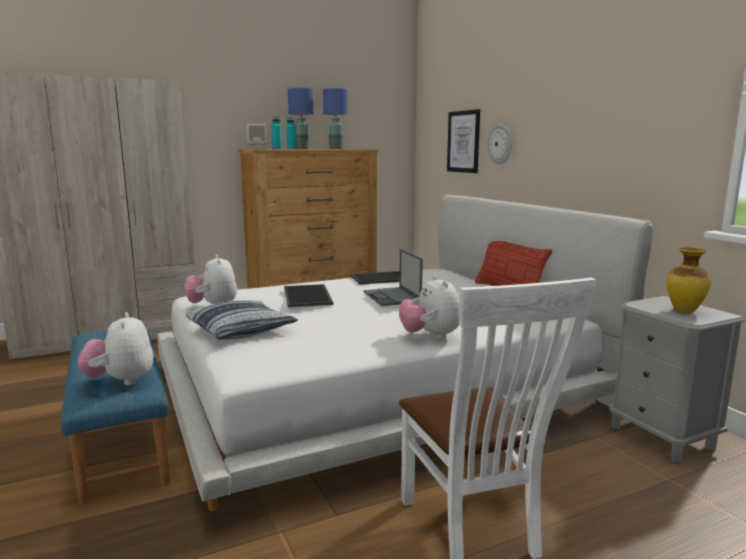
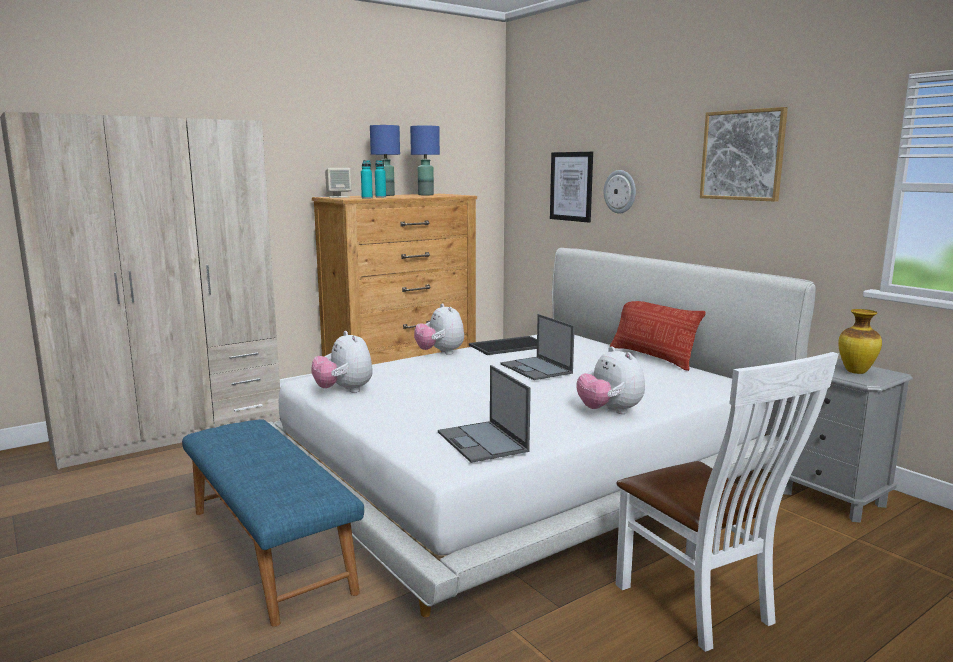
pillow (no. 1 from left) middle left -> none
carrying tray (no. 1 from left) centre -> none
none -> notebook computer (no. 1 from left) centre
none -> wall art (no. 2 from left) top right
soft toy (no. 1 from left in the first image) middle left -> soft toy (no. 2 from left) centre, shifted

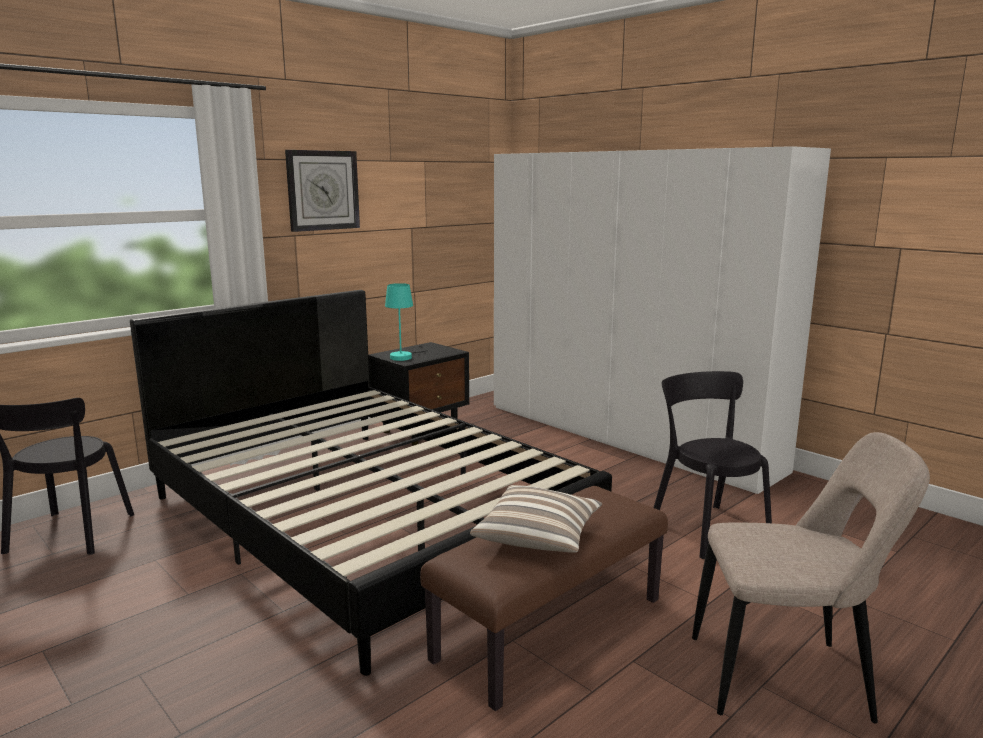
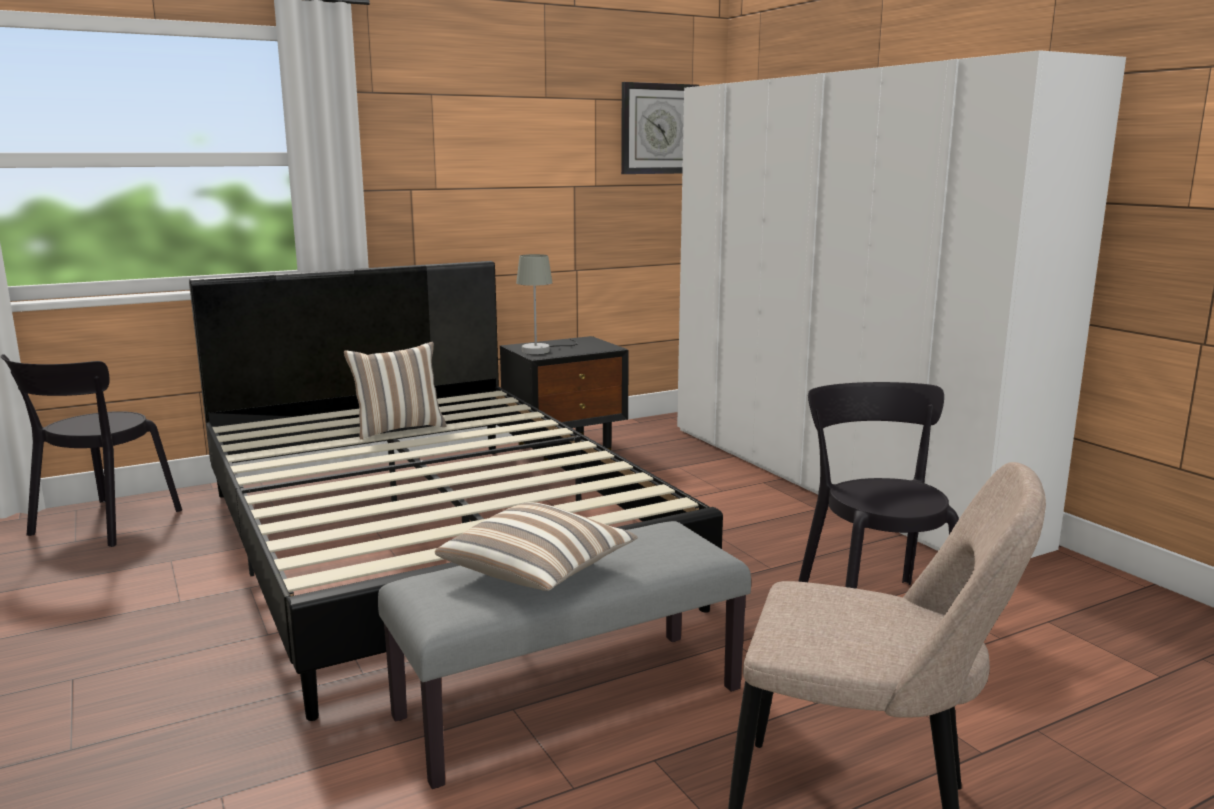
none -> pillow (no. 1 from left) middle left
hanging clock top left -> hanging clock top centre, shifted
turquoise-coloured lamp for a table centre -> grey lamp for a table centre
brownish indoor bench bottom centre -> grey indoor bench bottom centre

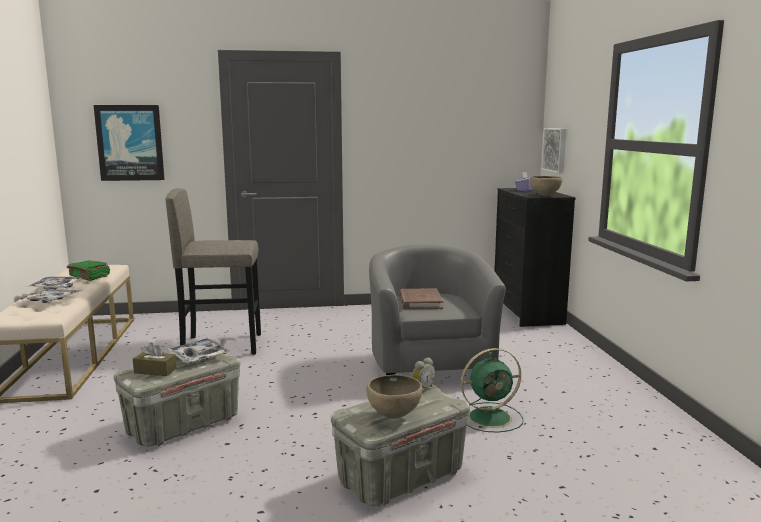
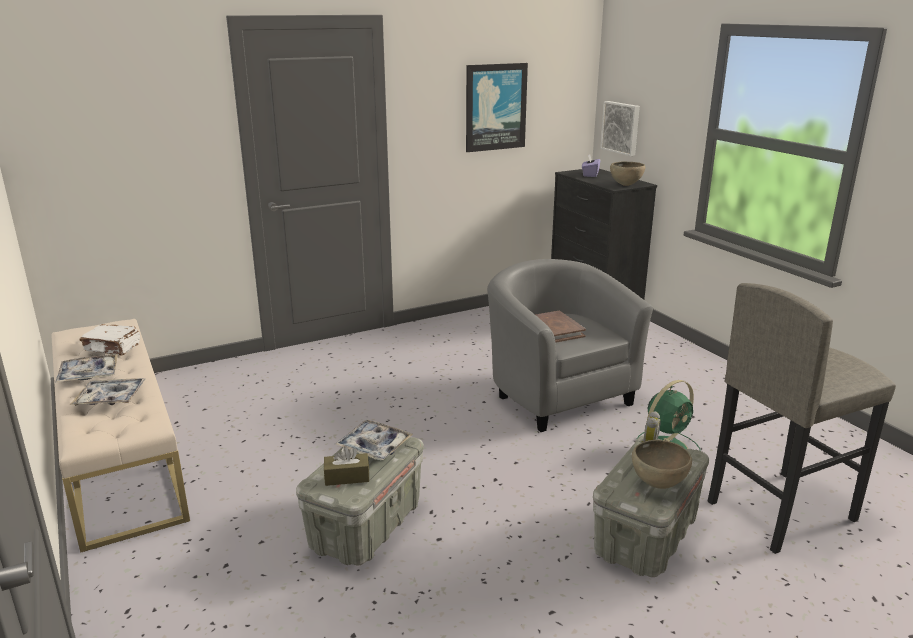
wall art (no. 1 from left) top left -> wall art (no. 1 from left) top centre, shifted
grey sitting stool middle left -> grey sitting stool middle right, shifted
green-coloured bound book middle left -> whitish bound book middle left

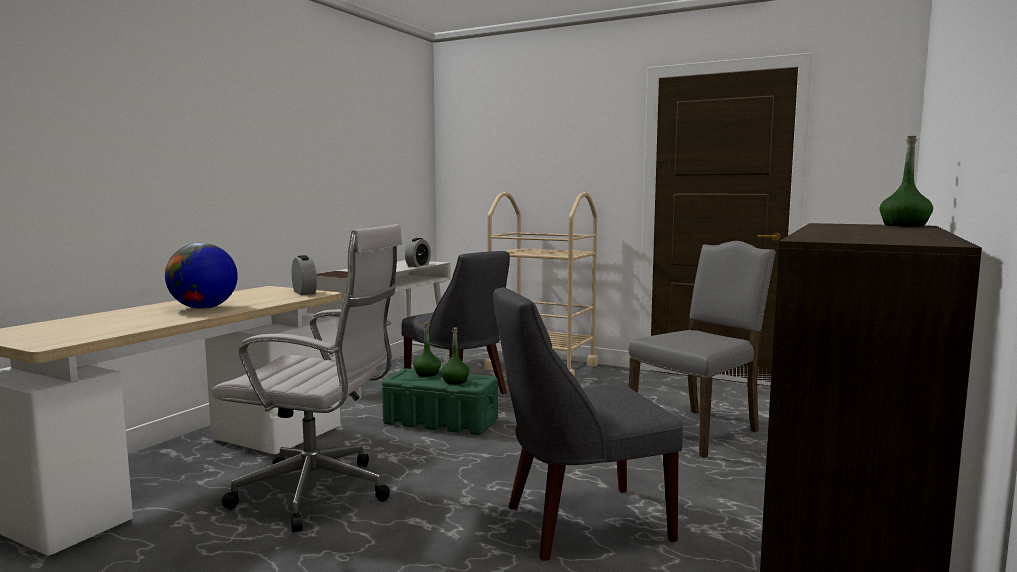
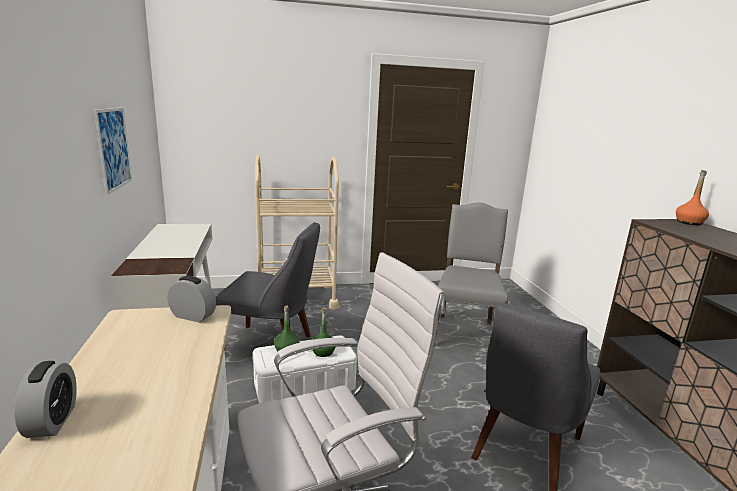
desk globe middle left -> none
none -> wall art top left
table clock (no. 2 from left in the first image) centre -> table clock (no. 1 from left) bottom left, shifted
green-coloured storage bin bottom centre -> whitish storage bin bottom centre
green-coloured bottle (no. 3 from left) top right -> orangey bottle middle right

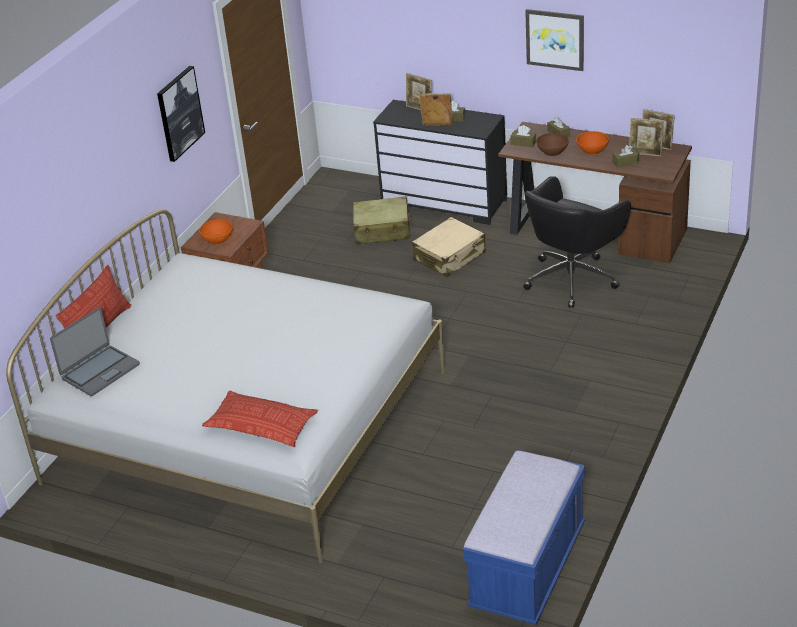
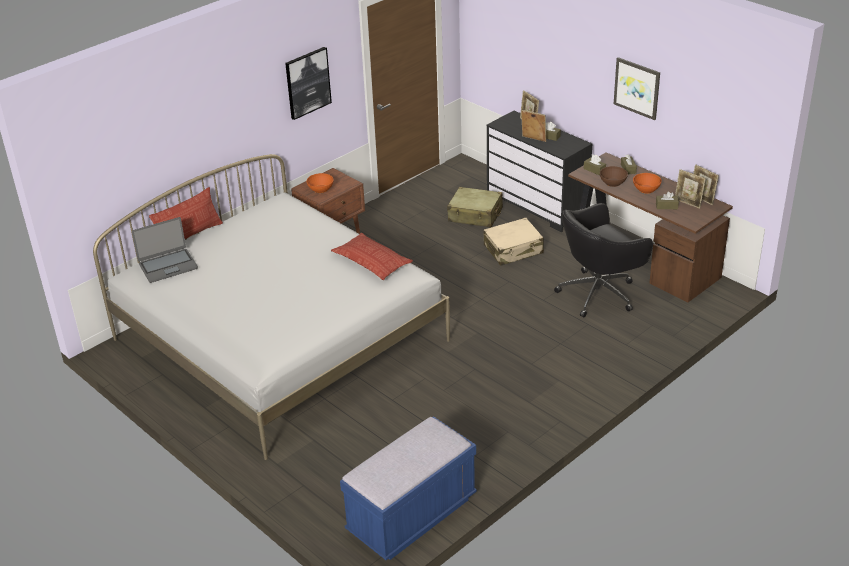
pillow (no. 2 from left) bottom left -> pillow (no. 2 from left) centre, shifted

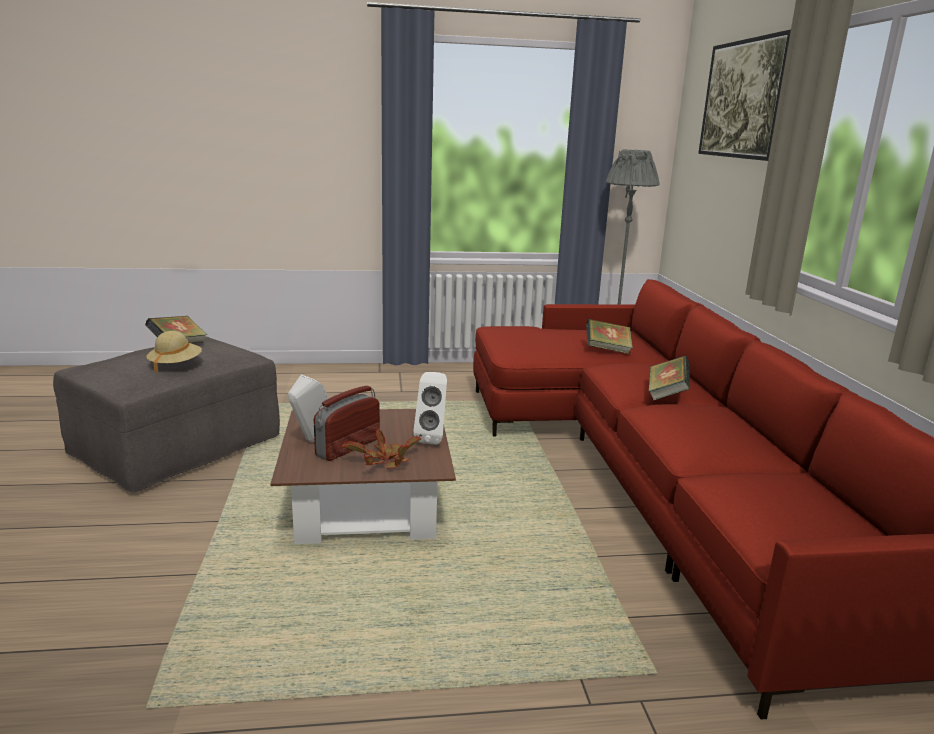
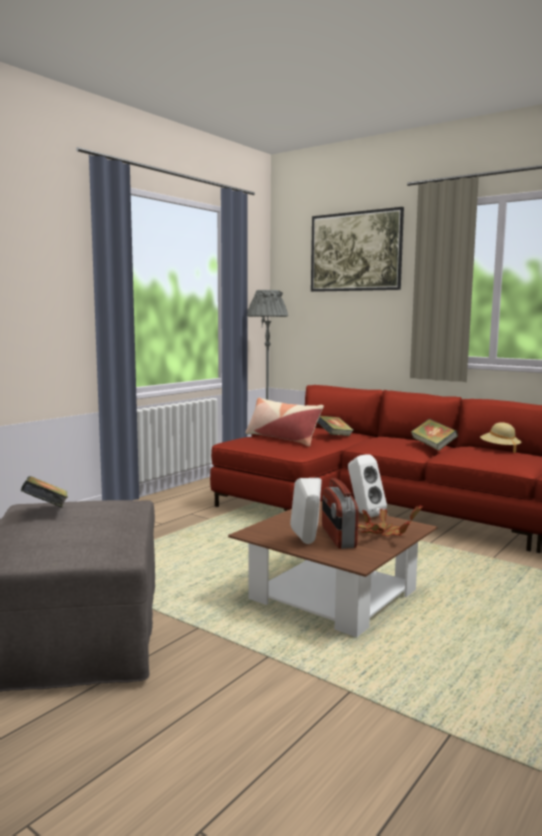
none -> pillow centre
beige-coloured wearable hat middle left -> beige-coloured wearable hat middle right, shifted

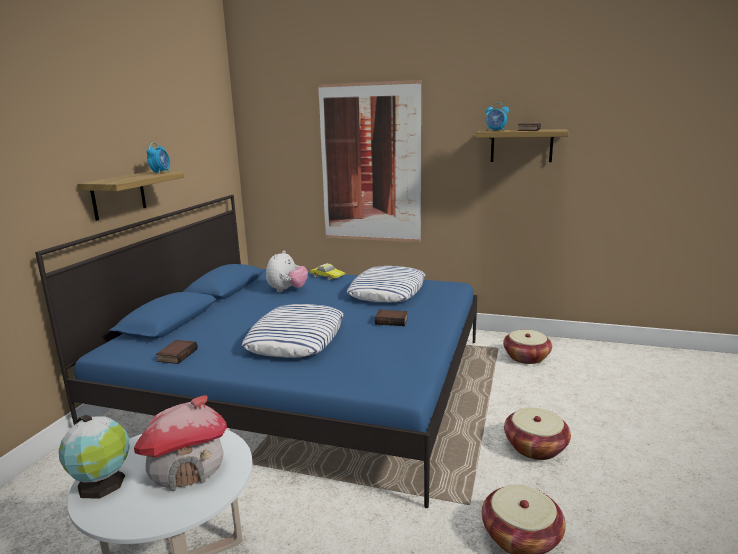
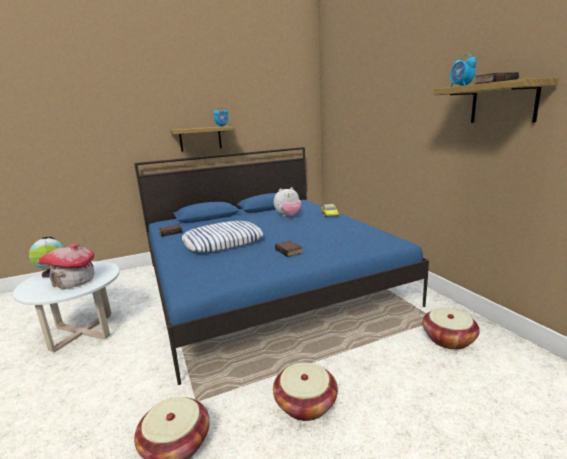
wall art top centre -> none
pillow (no. 2 from left) centre -> none

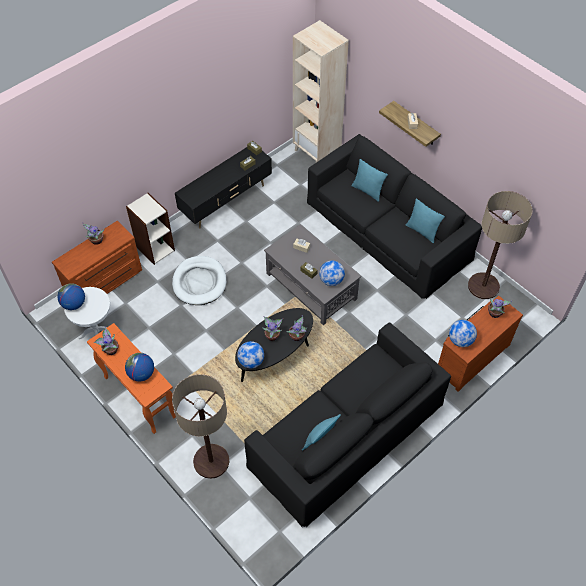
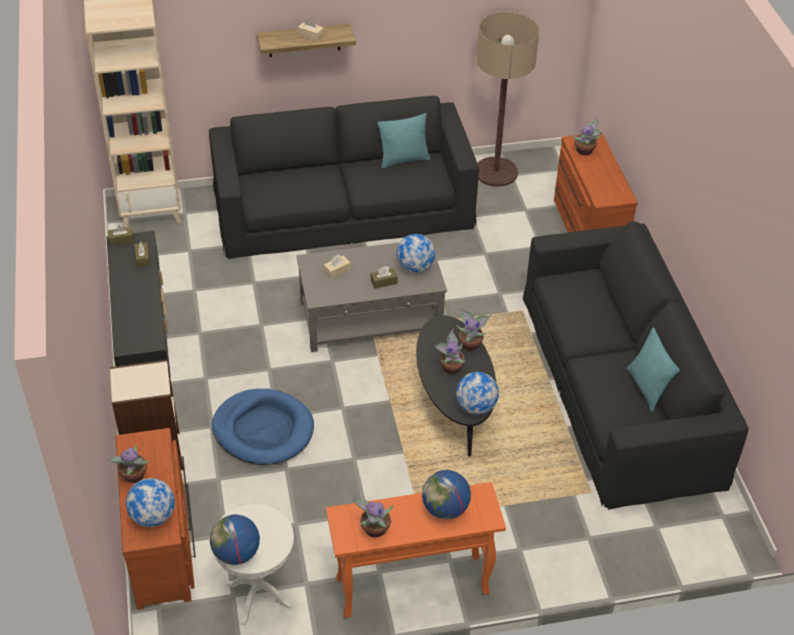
standing lamp (no. 1 from left) bottom centre -> none
turquoise-coloured pillow (no. 2 from left) top centre -> none
desk globe (no. 5 from left in the first image) middle right -> desk globe (no. 1 from left) bottom left, shifted
whitish dog bed centre -> blue-coloured dog bed bottom left

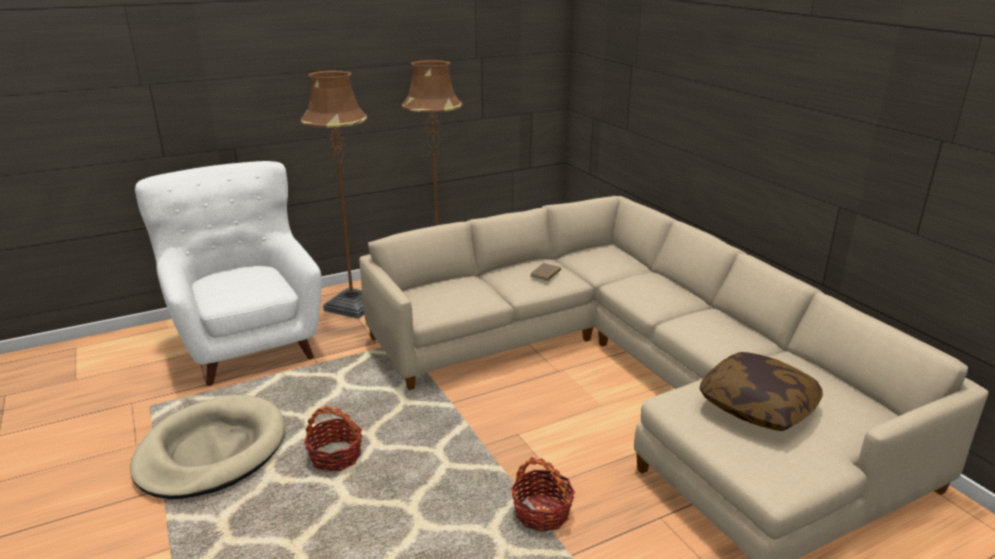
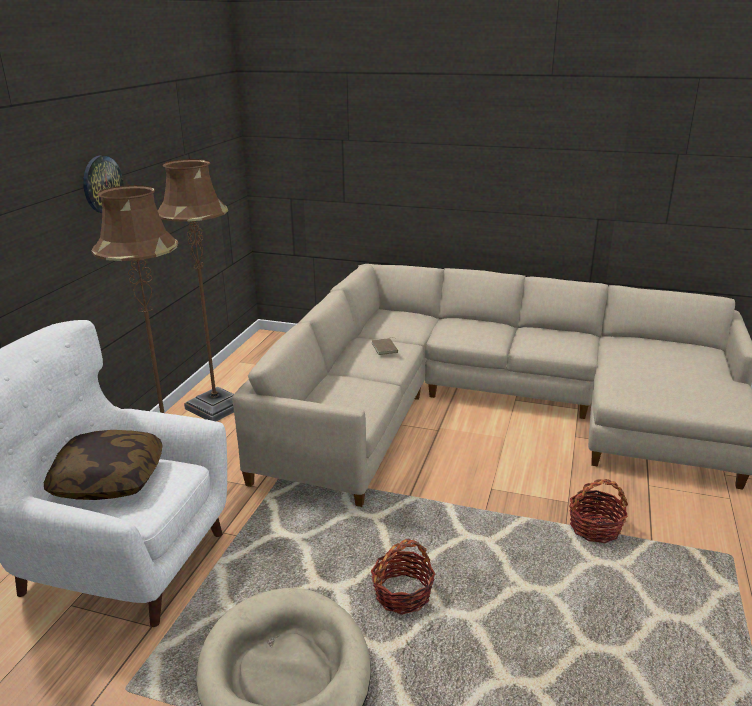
none -> hanging clock top left
pillow bottom right -> pillow middle left, shifted

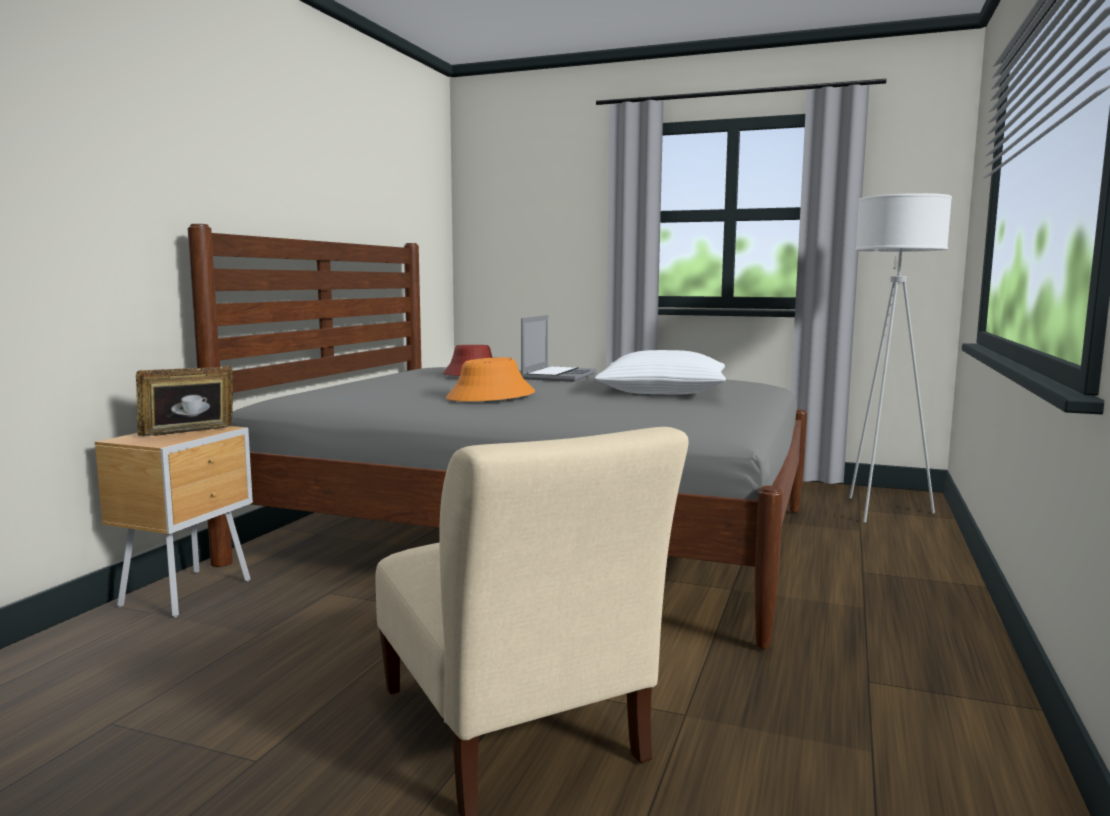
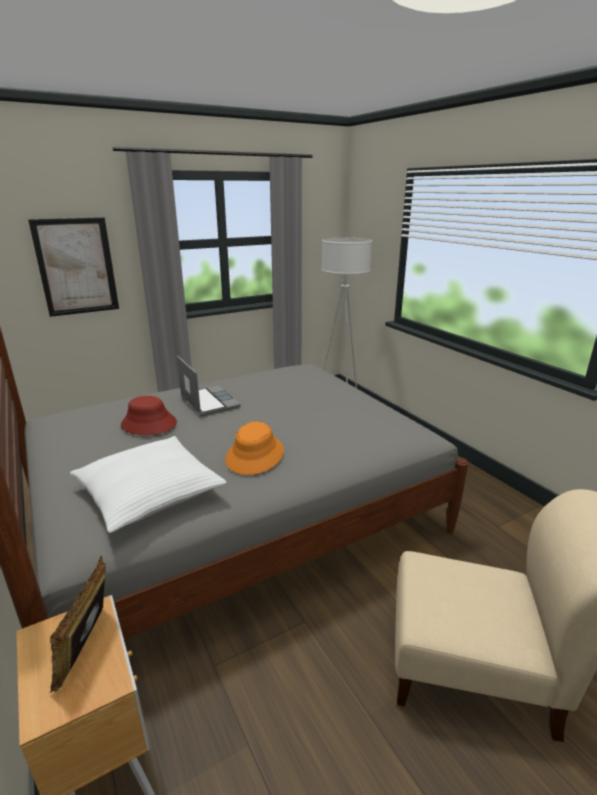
none -> wall art middle left
whitish pillow centre -> whitish pillow middle left, shifted

